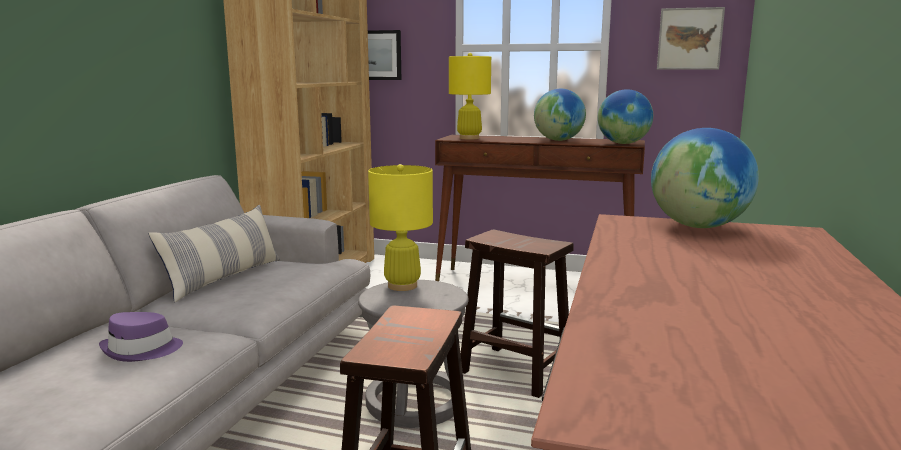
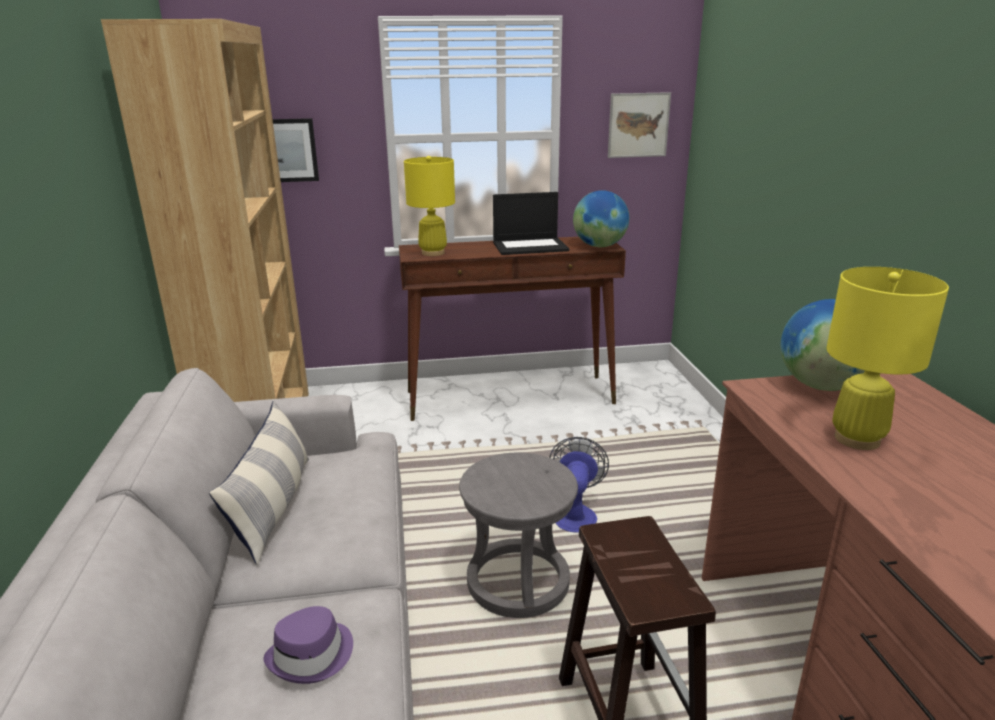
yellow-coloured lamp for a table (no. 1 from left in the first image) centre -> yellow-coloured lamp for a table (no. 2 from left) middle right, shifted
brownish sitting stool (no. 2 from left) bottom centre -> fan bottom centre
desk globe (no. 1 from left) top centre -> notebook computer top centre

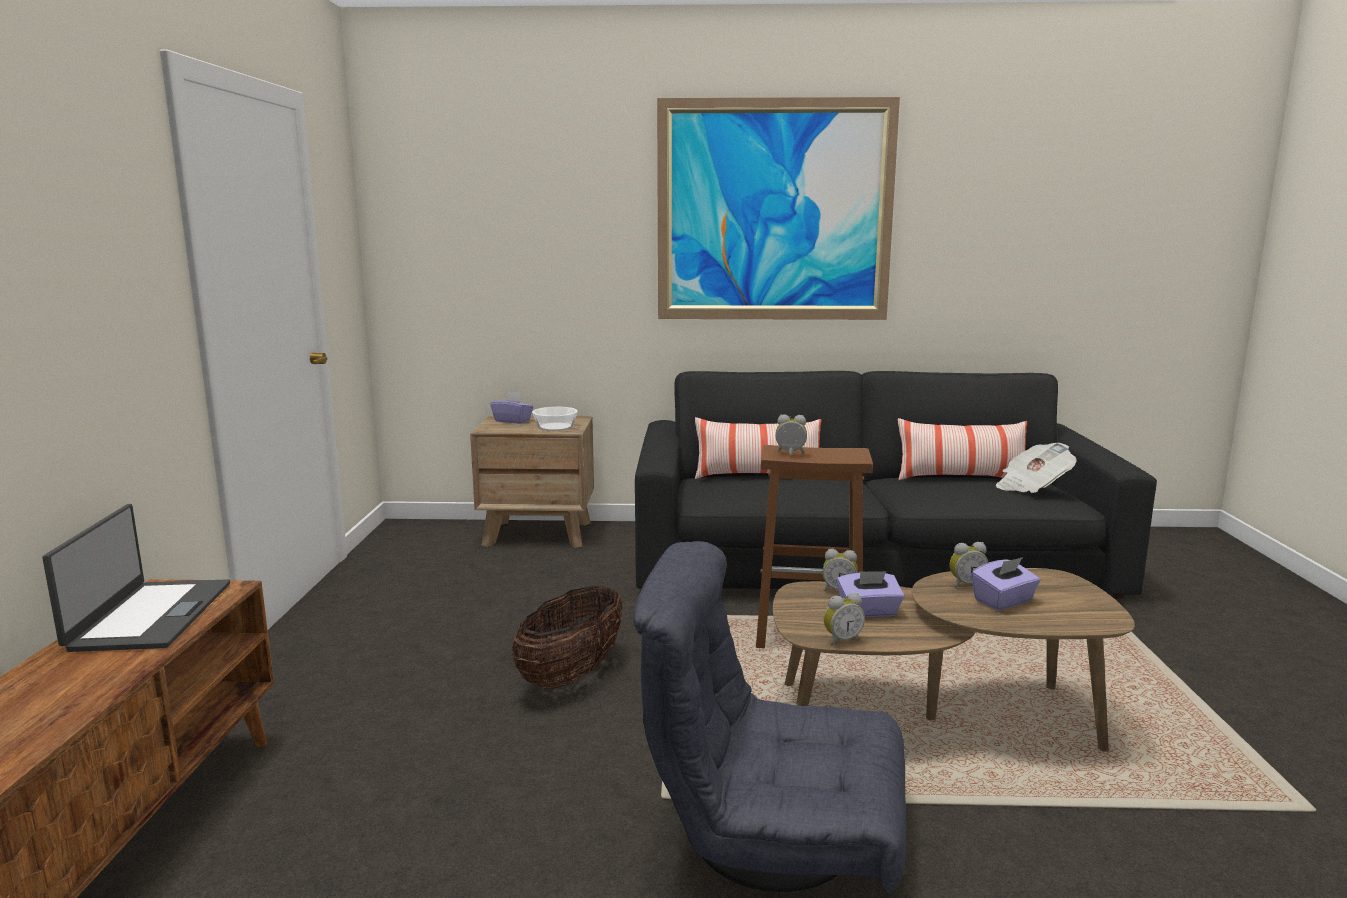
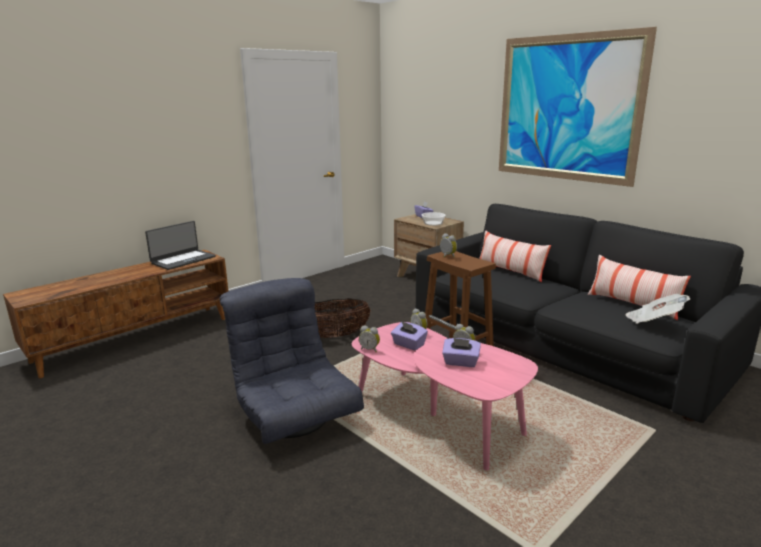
brownish low table bottom right -> pink low table bottom centre

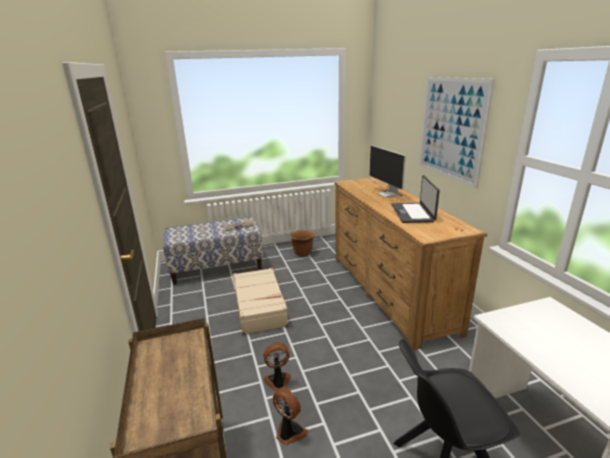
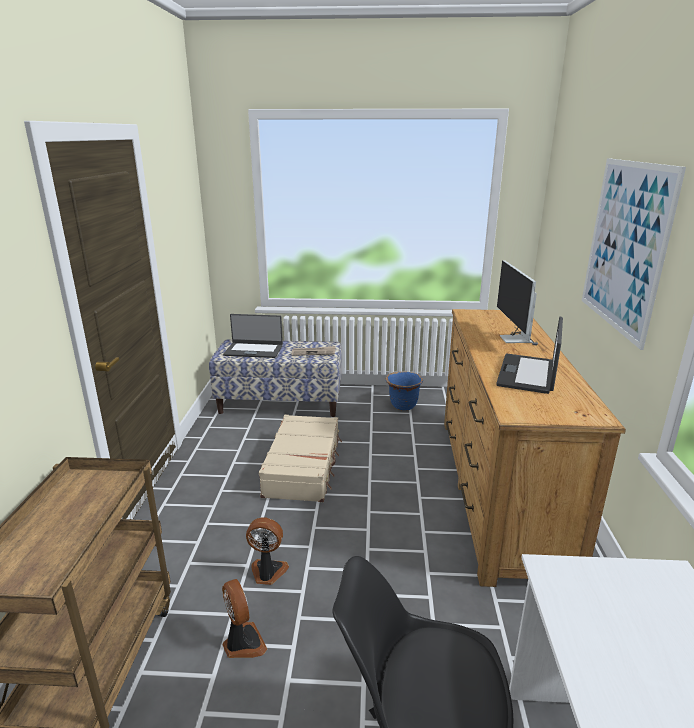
none -> notebook computer (no. 1 from left) centre
brownish plant pot centre -> blue-coloured plant pot centre

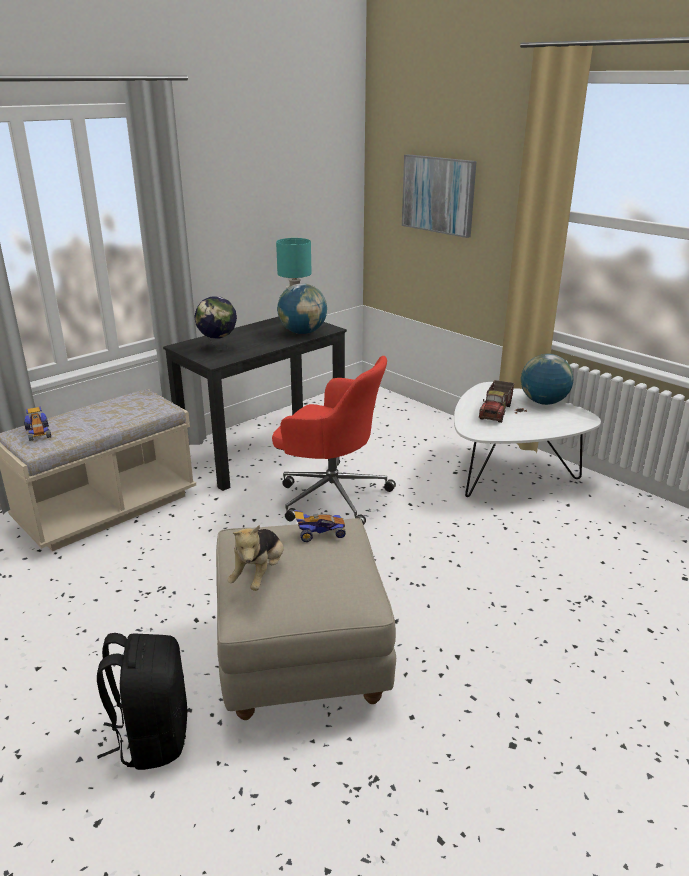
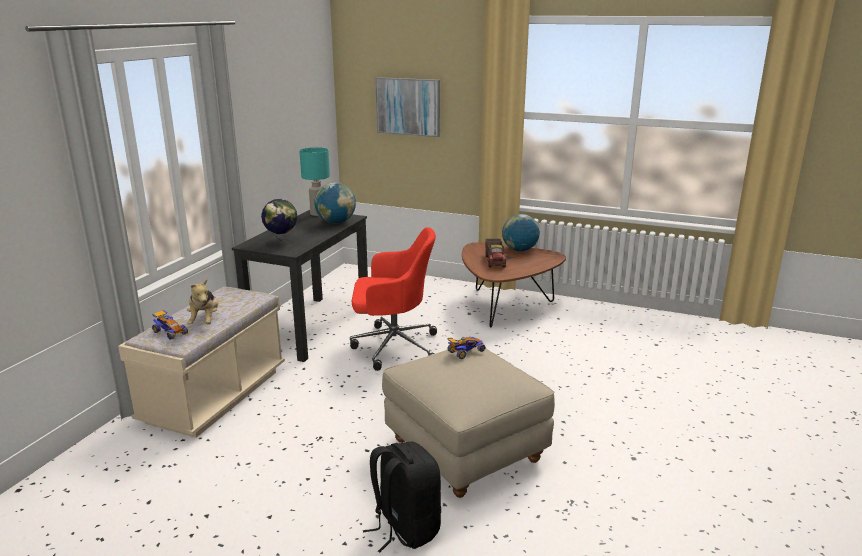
soft toy centre -> soft toy middle left, shifted
whitish low table middle right -> brownish low table centre

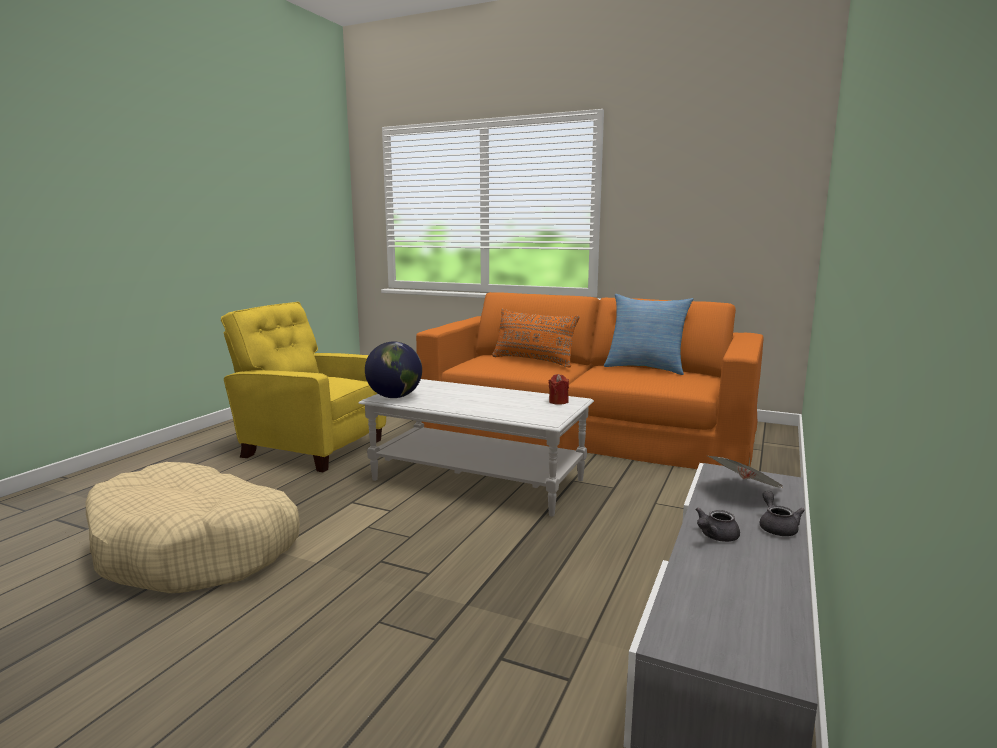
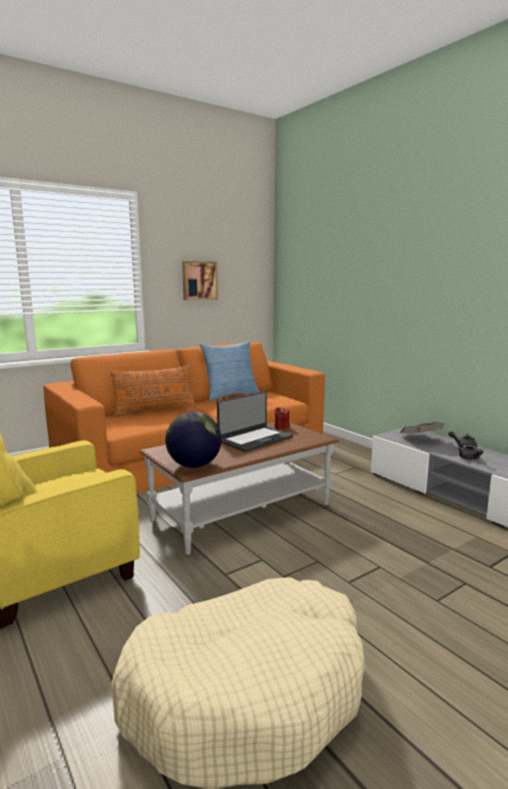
none -> wall art centre
none -> notebook computer centre
whitish low table centre -> brownish low table centre

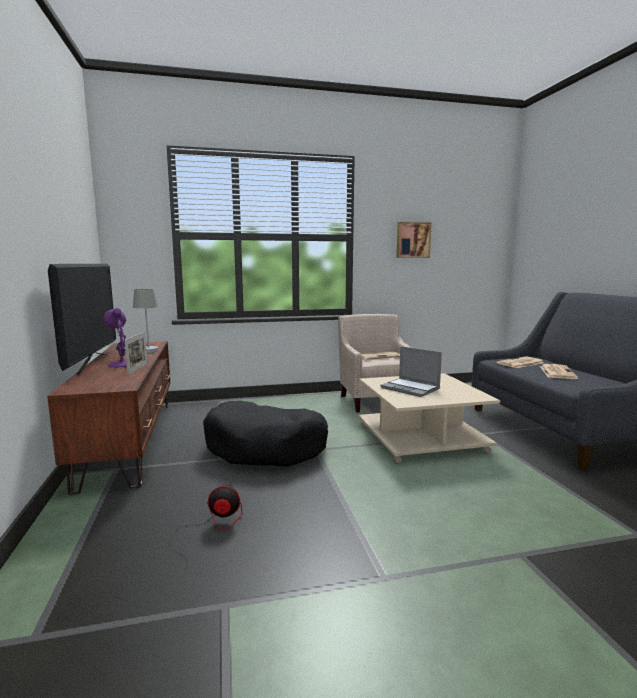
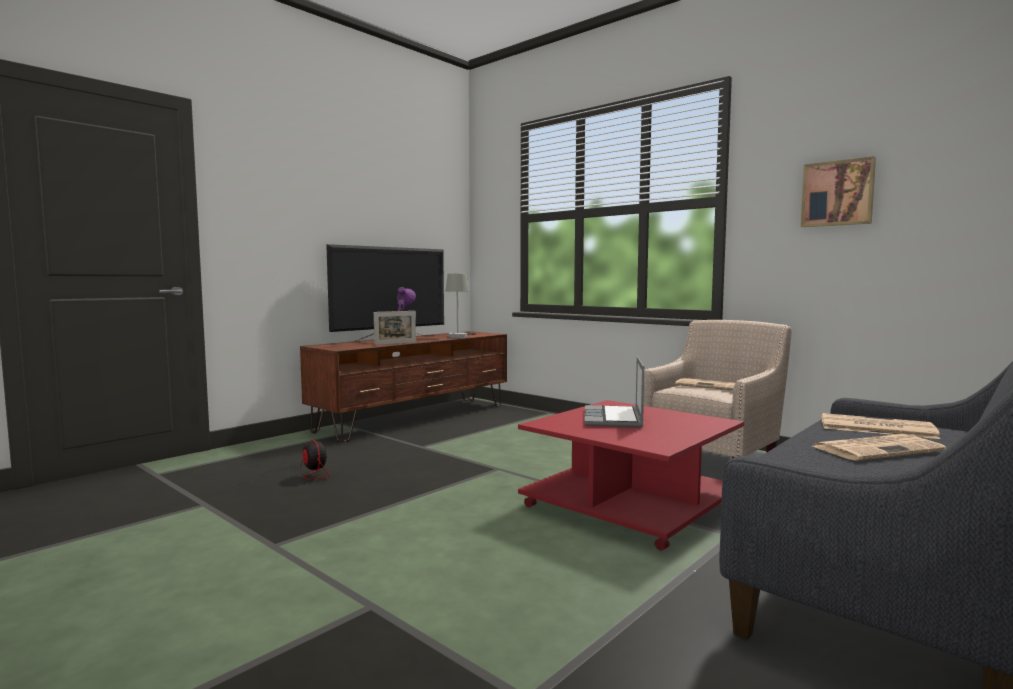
black dog bed centre -> none
beige-coloured low table middle right -> red-coloured low table bottom centre

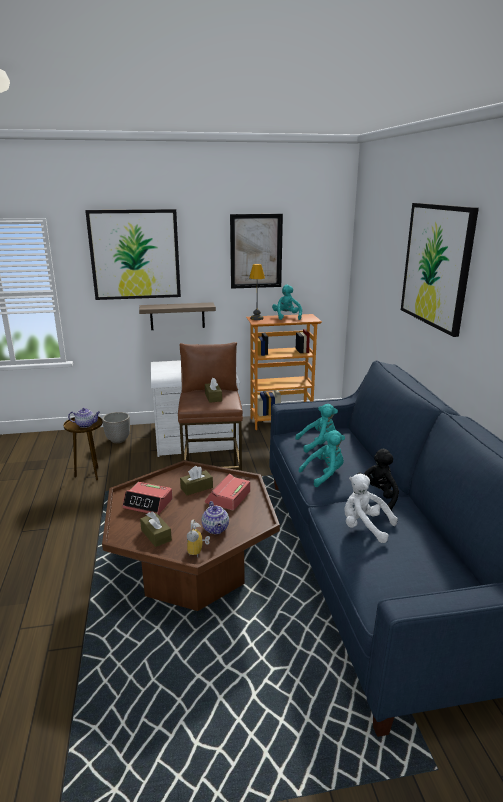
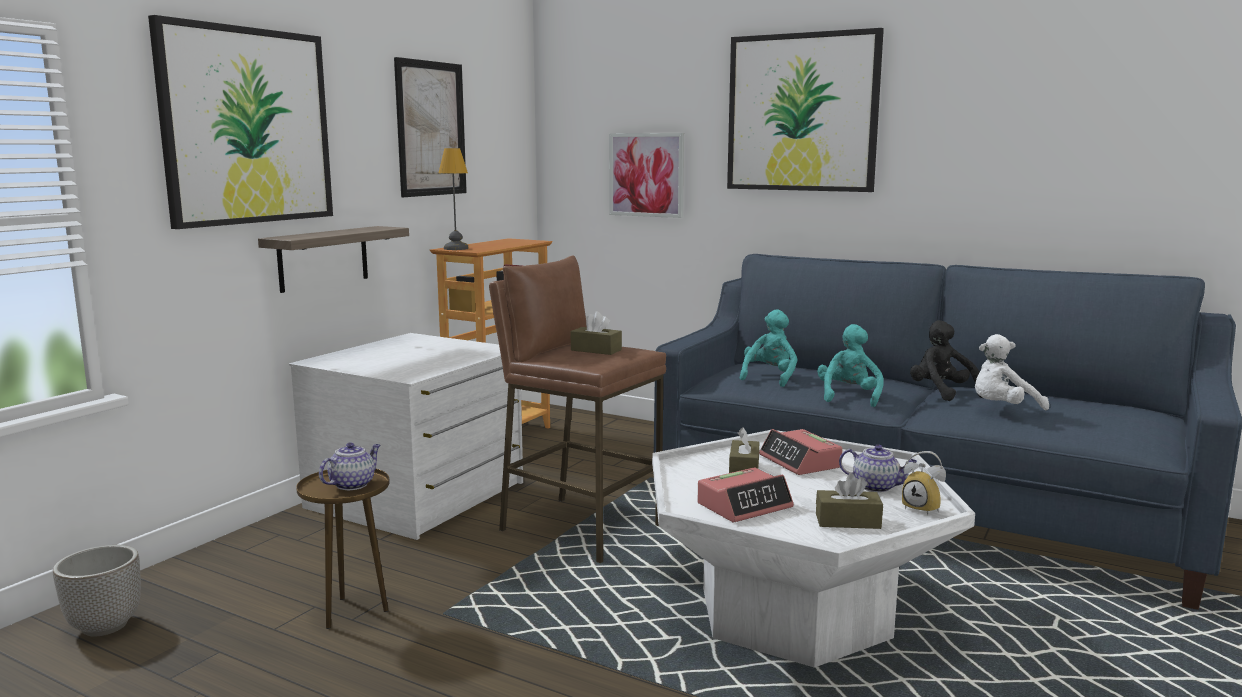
turquoise-coloured soft toy (no. 1 from left) centre -> none
none -> wall art (no. 3 from left) top centre
plant pot middle left -> plant pot bottom left, shifted
brownish low table bottom centre -> whitish low table bottom centre

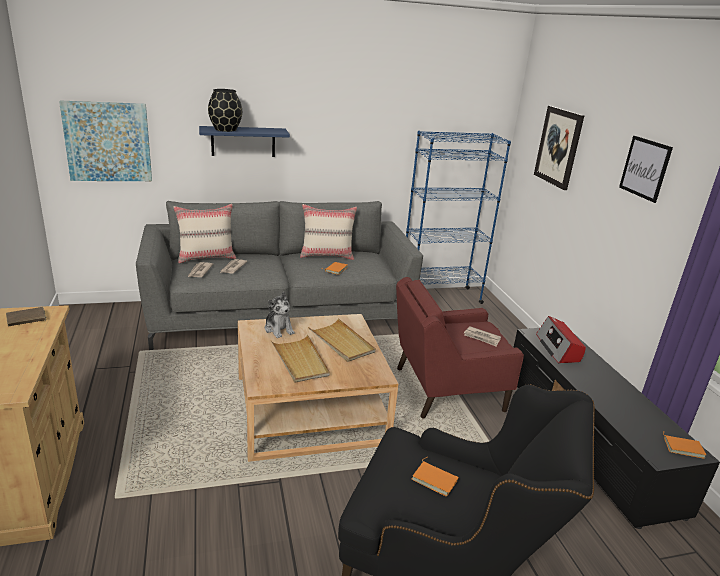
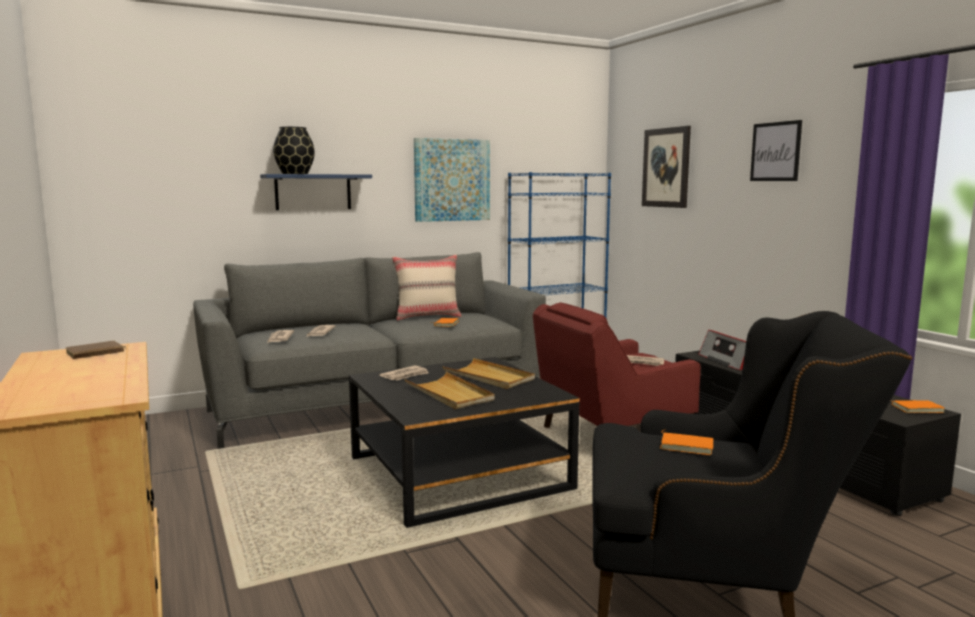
beige-coloured pillow (no. 1 from left) middle left -> none
wall art (no. 1 from left) top left -> wall art (no. 1 from left) top centre, shifted
soft toy centre -> printed paper (no. 3 from left) centre
beige-coloured low table bottom centre -> black low table bottom centre

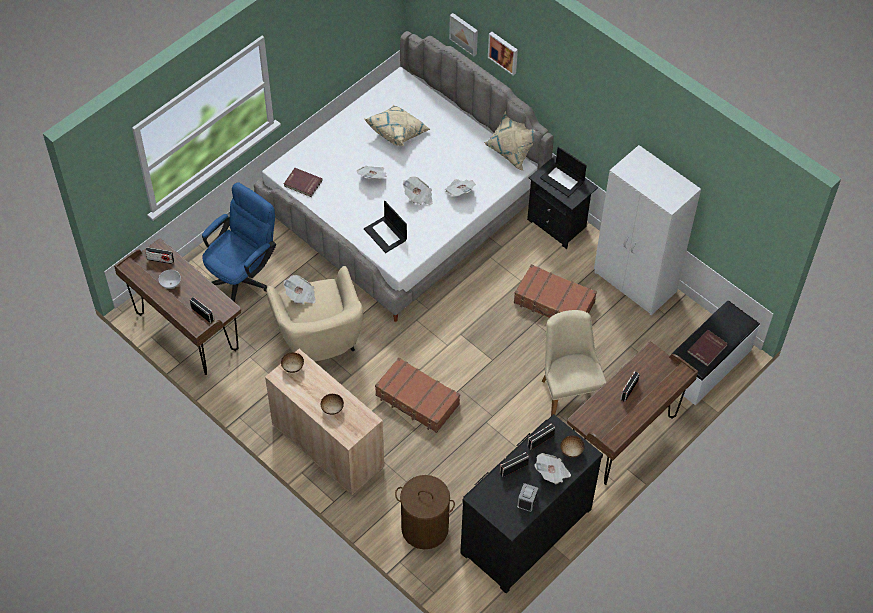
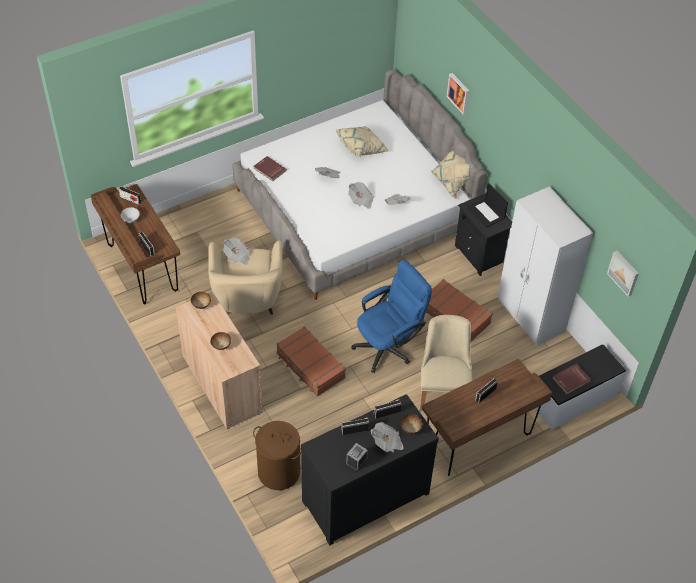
notebook computer (no. 1 from left) centre -> none
blue-coloured office chair middle left -> blue-coloured office chair centre, shifted
wall art (no. 1 from left in the first image) top centre -> wall art (no. 2 from left) middle right, shifted

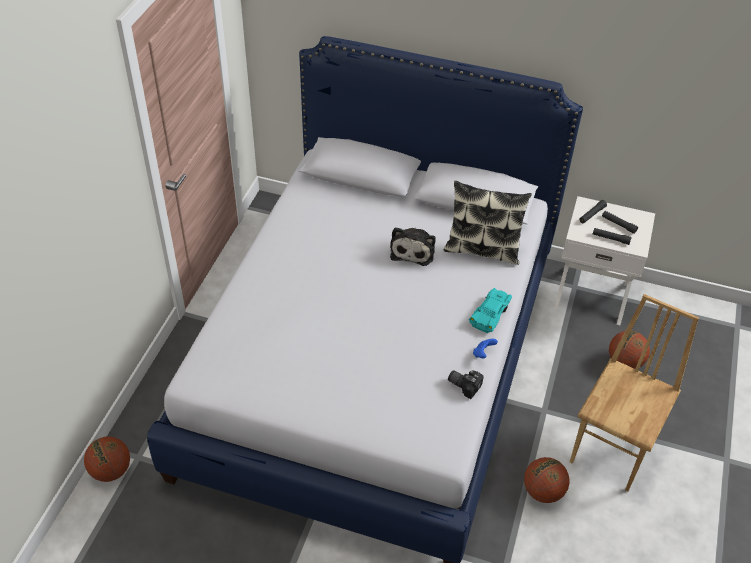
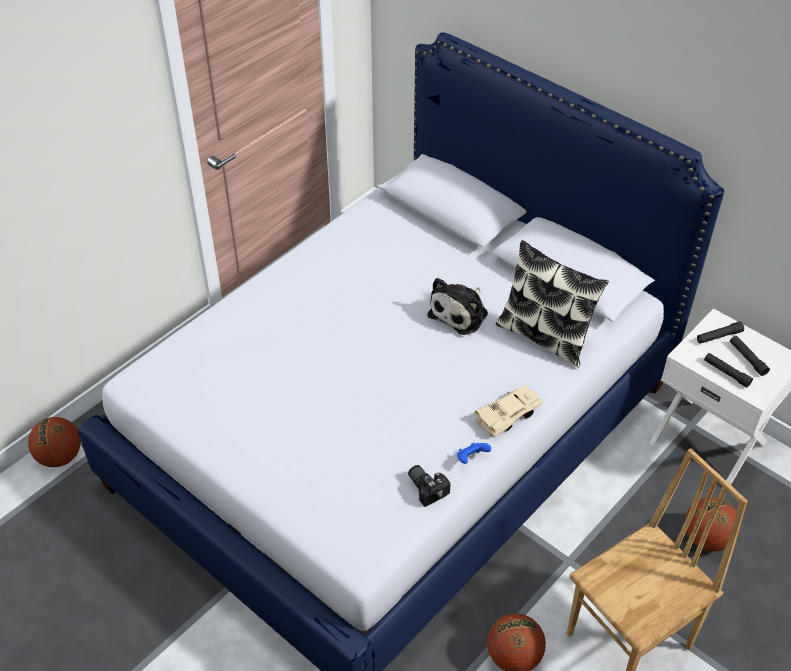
turquoise-coloured miniature car centre -> beige-coloured miniature car centre

